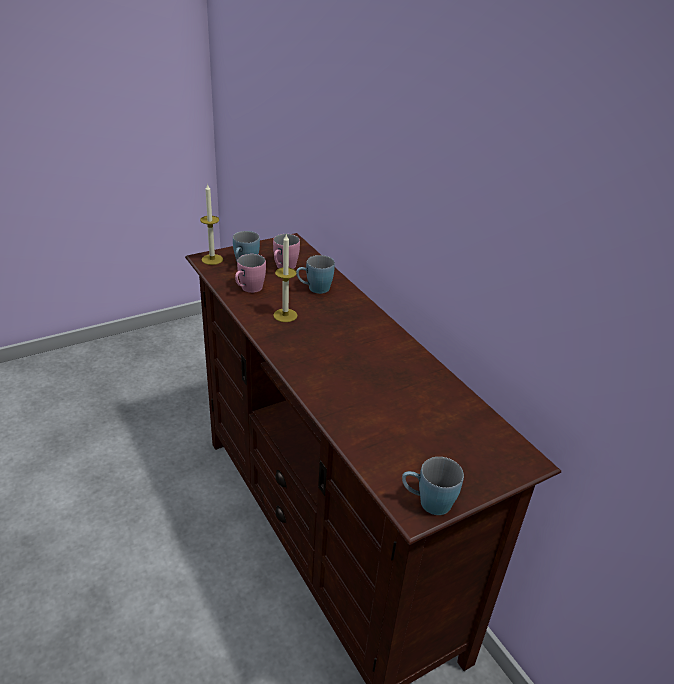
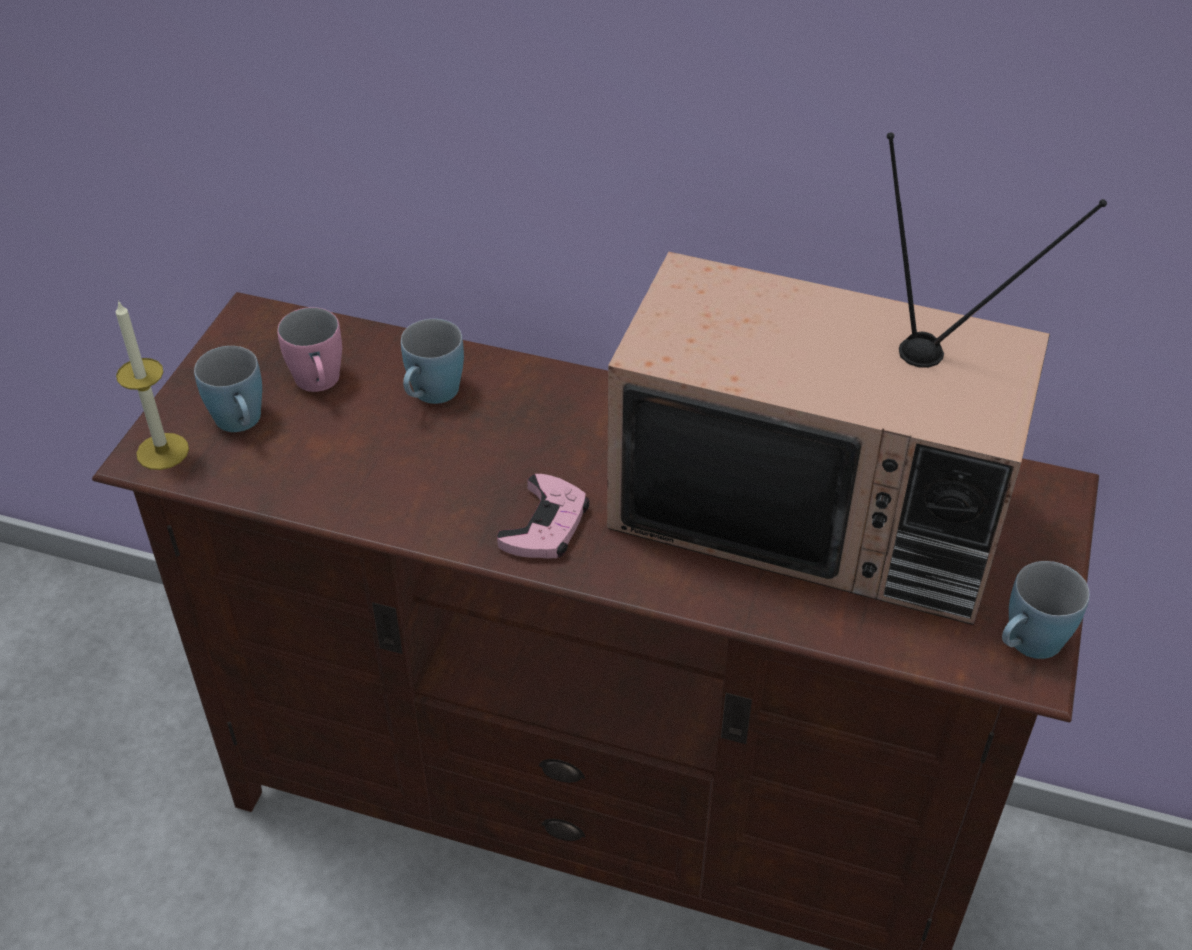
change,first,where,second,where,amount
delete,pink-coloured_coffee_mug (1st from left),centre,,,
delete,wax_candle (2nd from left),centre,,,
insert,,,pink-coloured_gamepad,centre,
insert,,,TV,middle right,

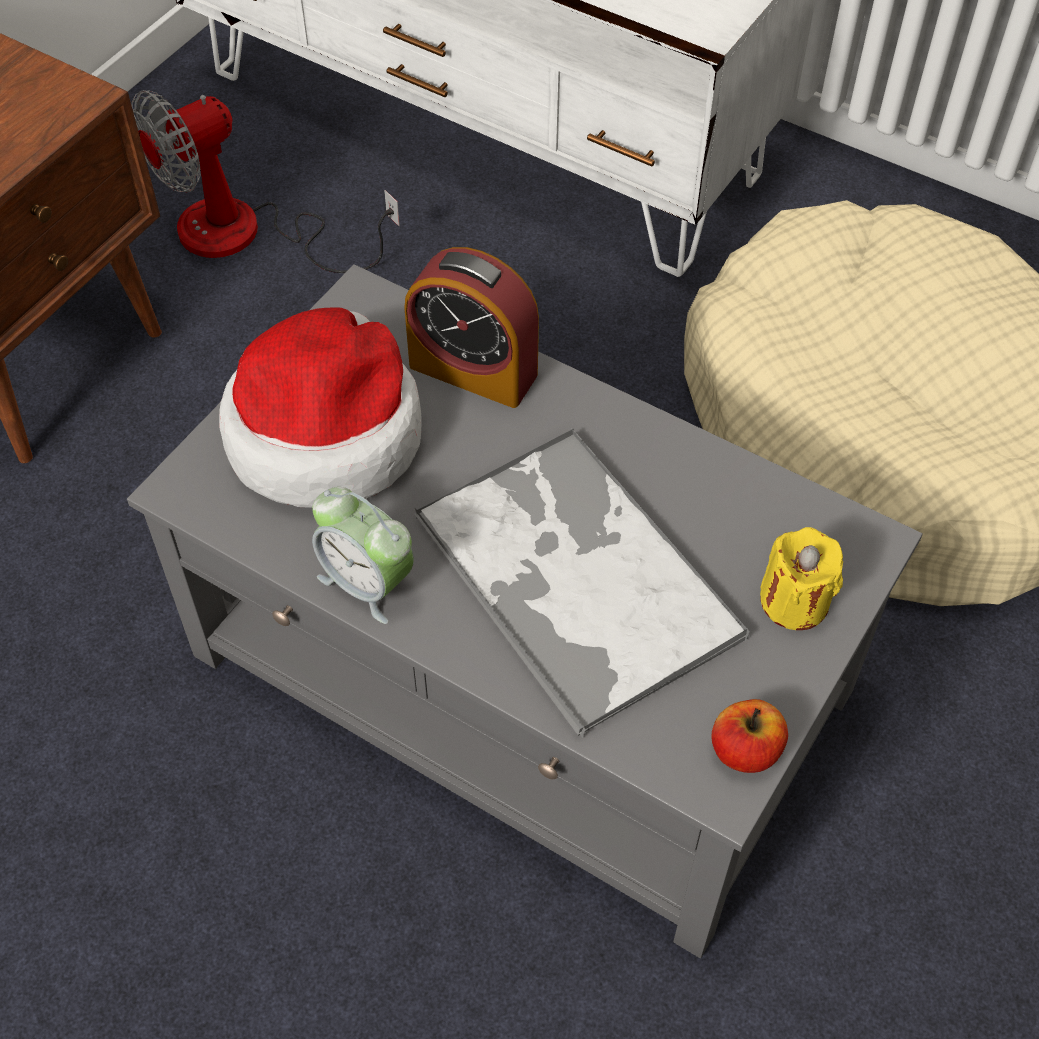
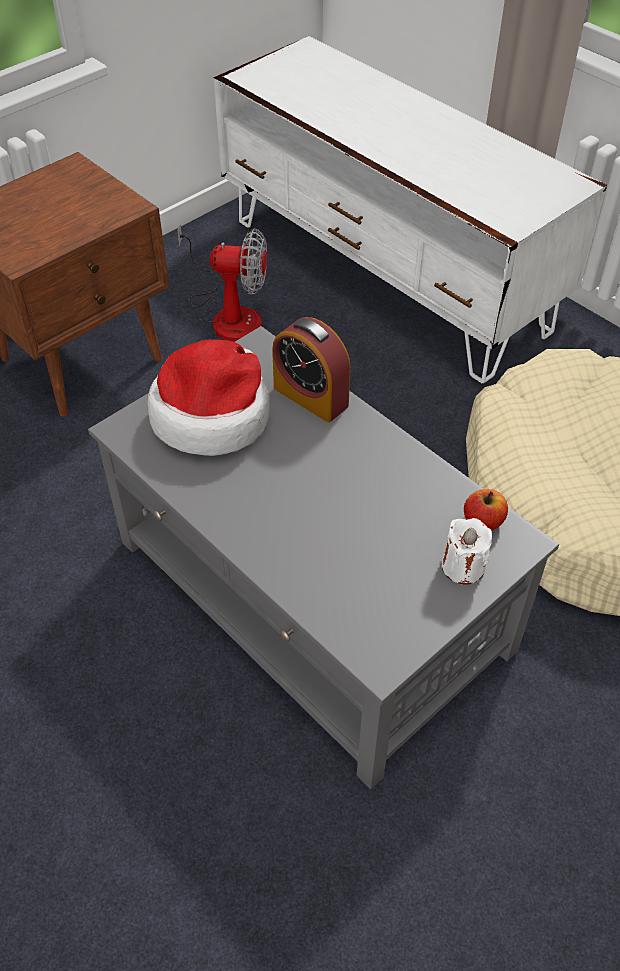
change,first,where,second,where,amount
delete,alarm_clock (1st from left),centre,,,
delete,serving_tray,centre,,,
move,apple,bottom right,,middle right,
recolor,yellowish_wax_candle,middle right,white_wax_candle,middle right,
rotate,fan,top left,,top centre,150 degrees counterclockwise

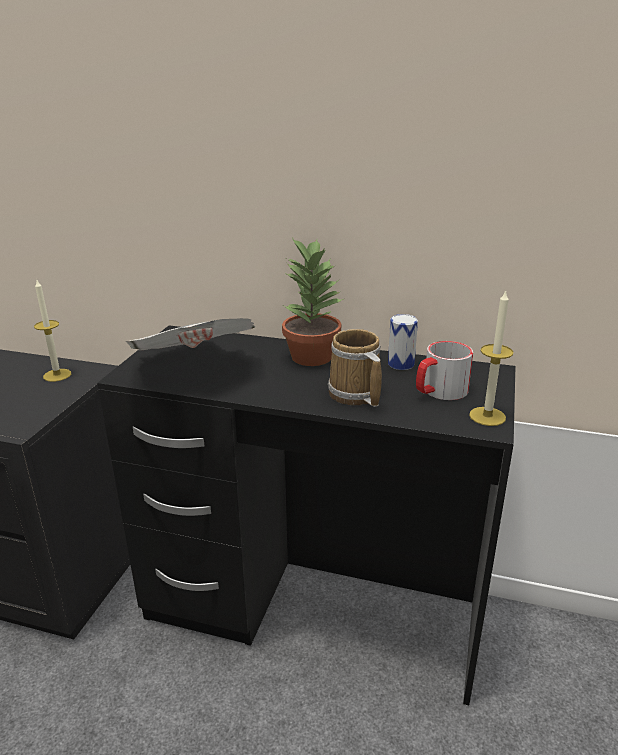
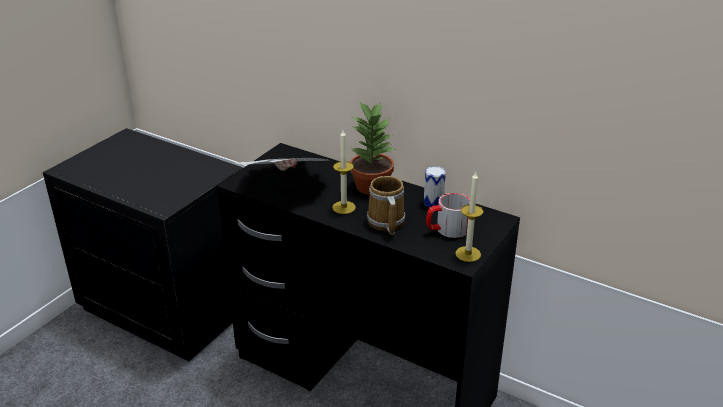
change,first,where,second,where,amount
move,wax_candle (1st from left),middle left,,centre,

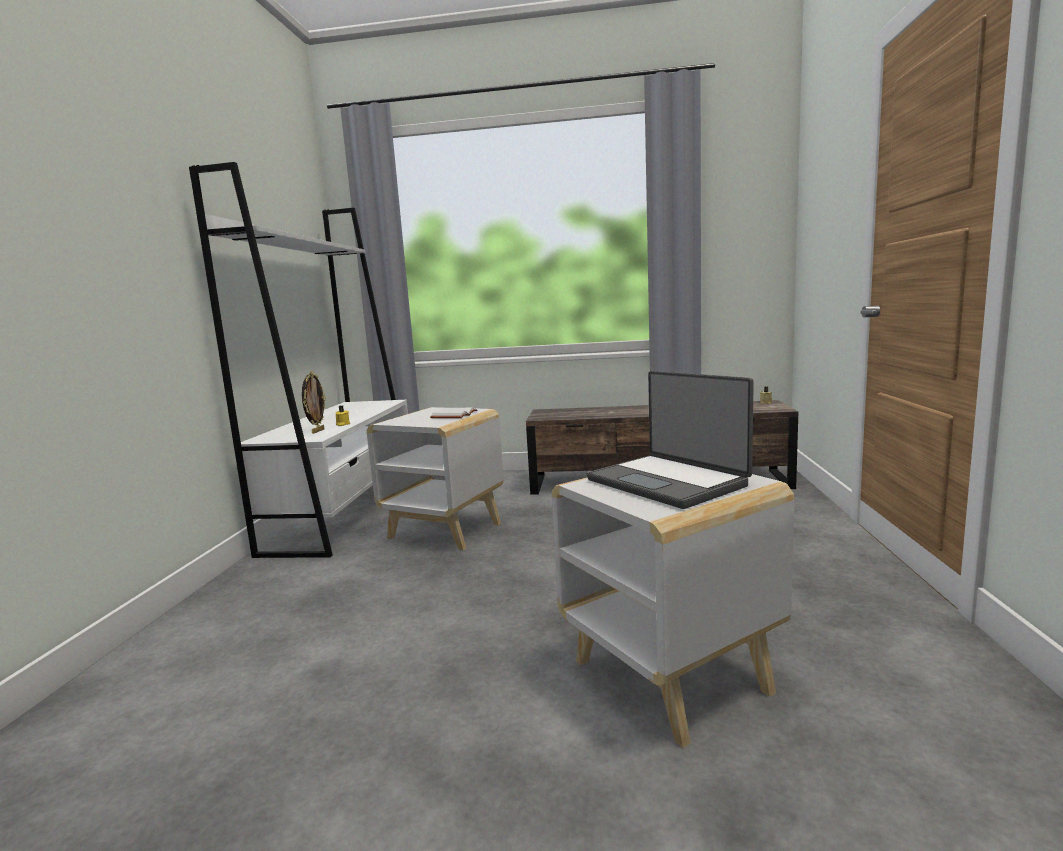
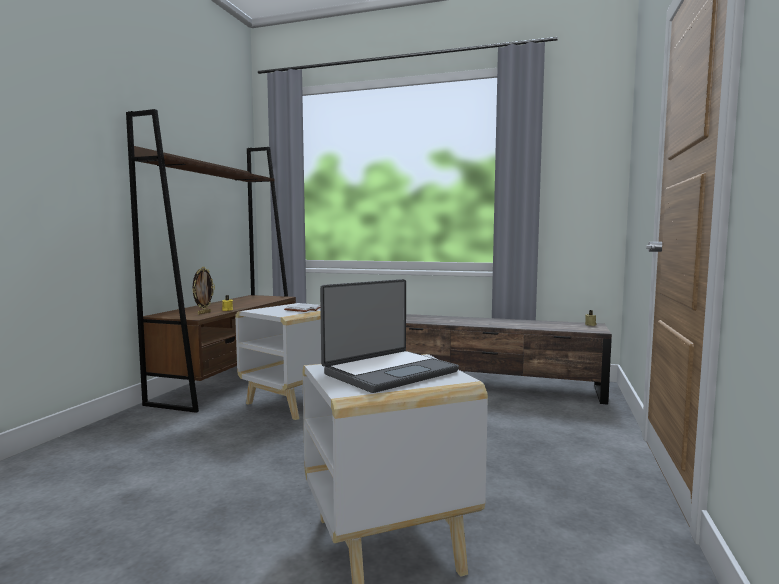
change,first,where,second,where,amount
recolor,white_shelving_unit,middle left,brown_shelving_unit,middle left,
rotate,notebook_computer,centre,,centre,105 degrees counterclockwise

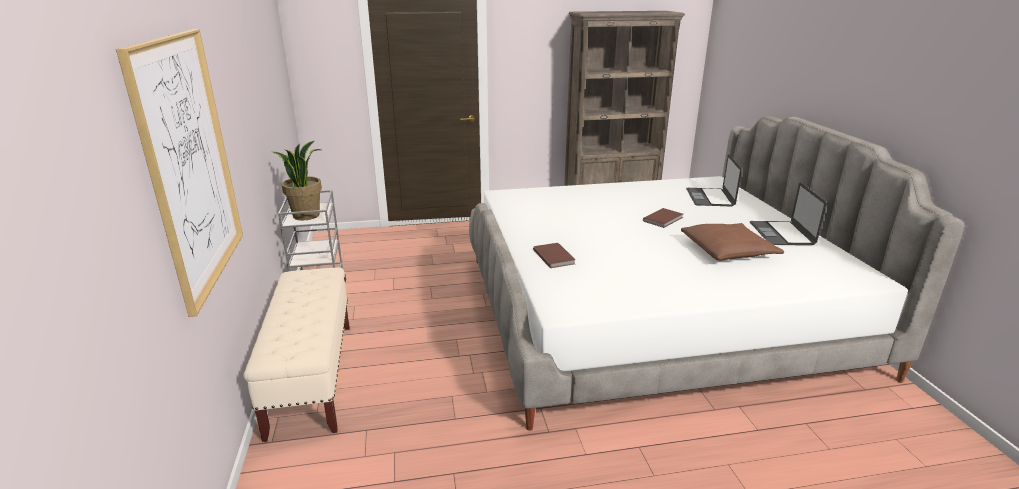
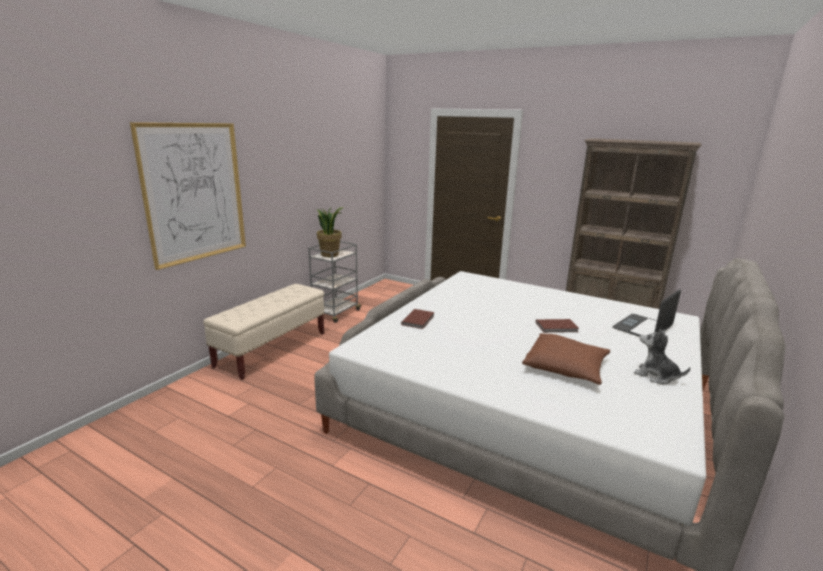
change,first,where,second,where,amount
replace,notebook_computer (2nd from left),middle right,soft_toy,middle right,

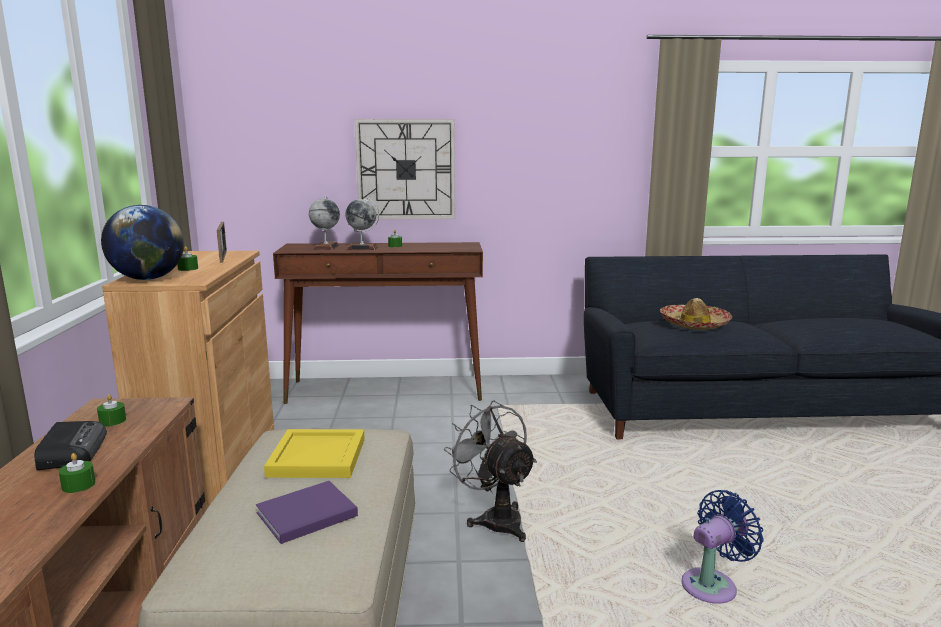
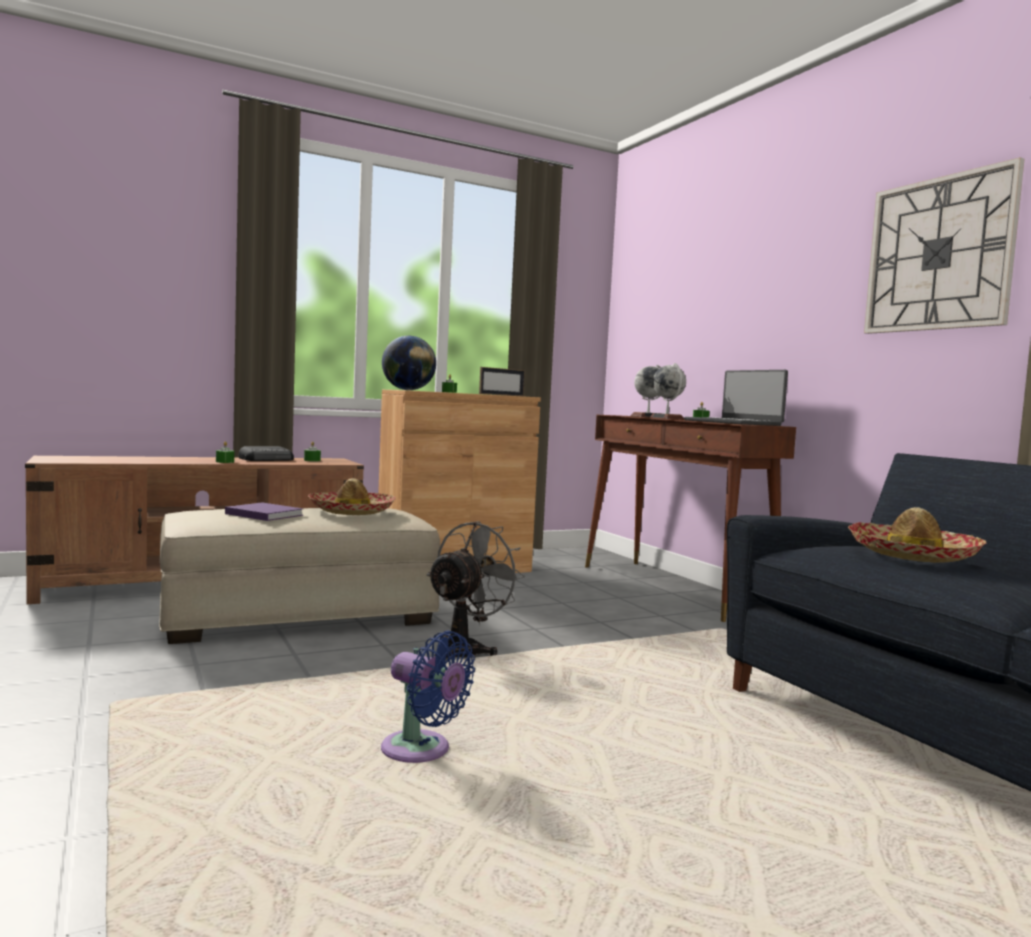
change,first,where,second,where,amount
insert,,,notebook_computer,middle right,
move,hanging_clock,top centre,,top right,
replace,yellowish_serving_tray,bottom centre,clothing_hat (1st from left),centre,

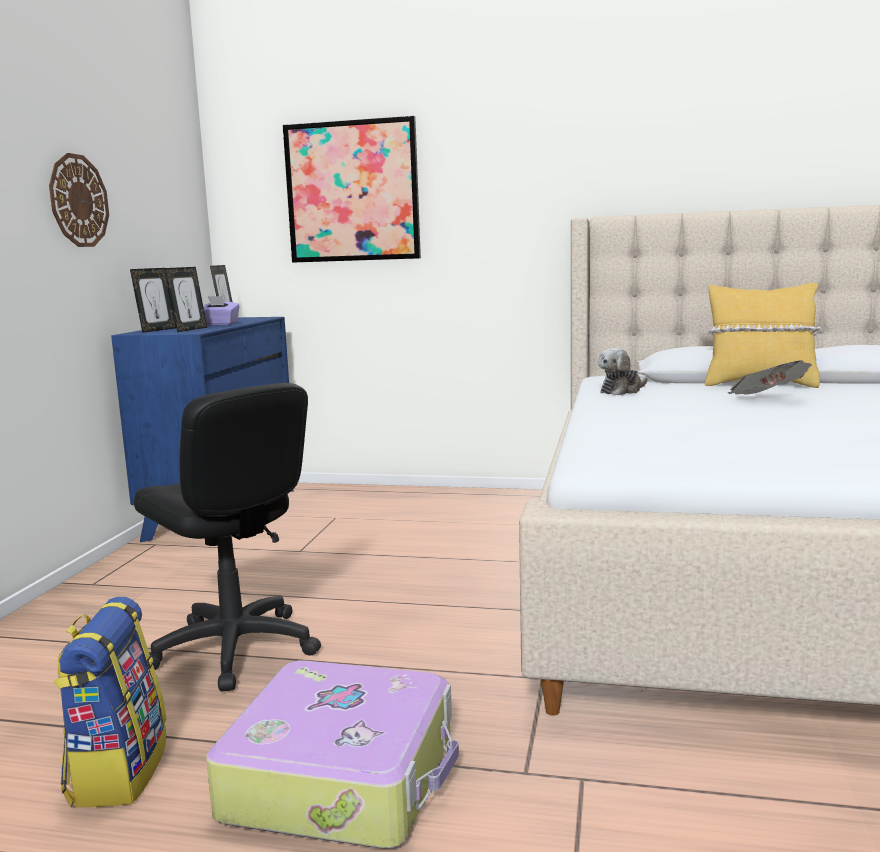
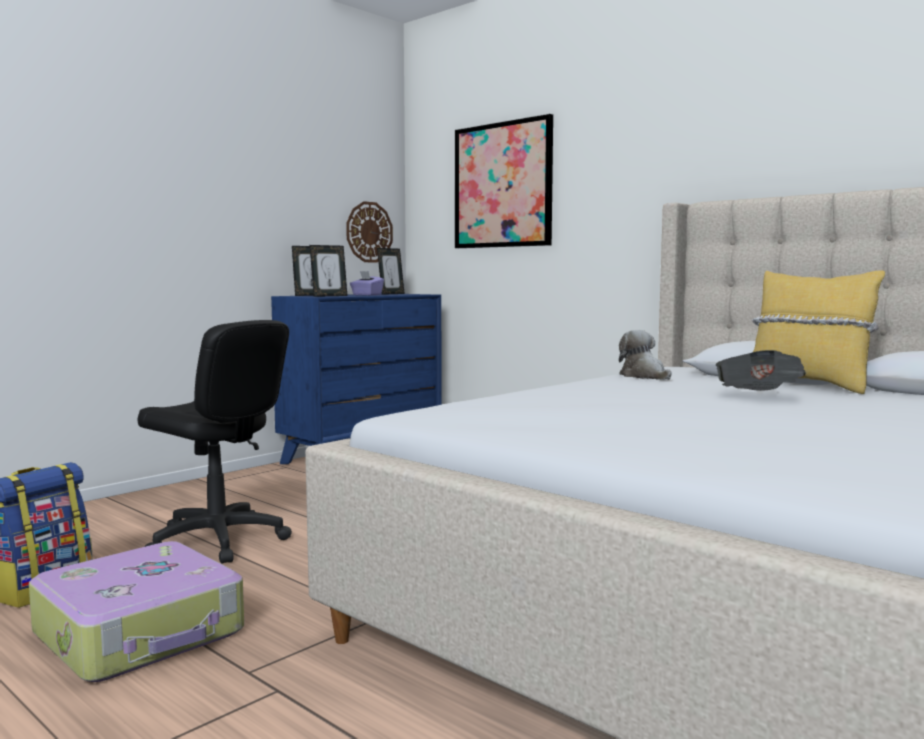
change,first,where,second,where,amount
move,hanging_clock,top left,,top centre,
rotate,blackish_computer_chair,middle left,,middle left,45 degrees counterclockwise
rotate,soft_toy,middle right,,middle right,75 degrees clockwise

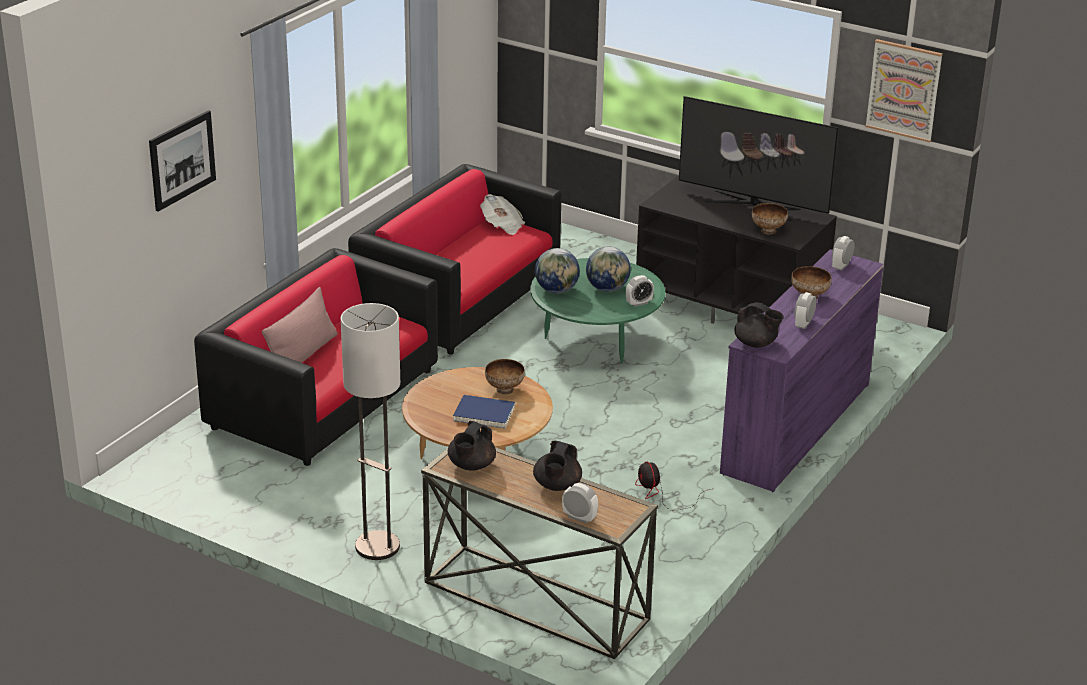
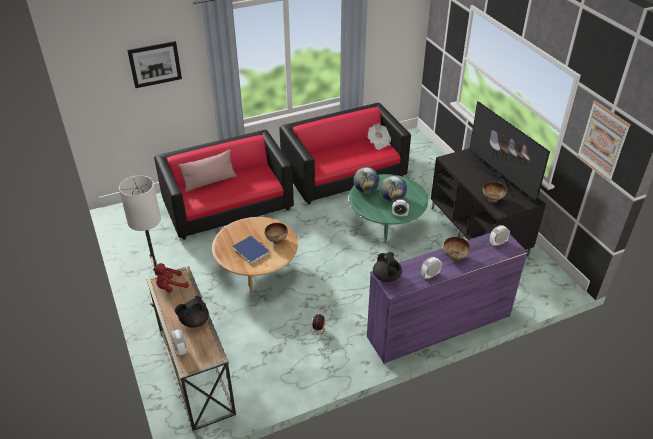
change,first,where,second,where,amount
replace,blackish_teapot (1st from left),centre,red_soft_toy,middle left,

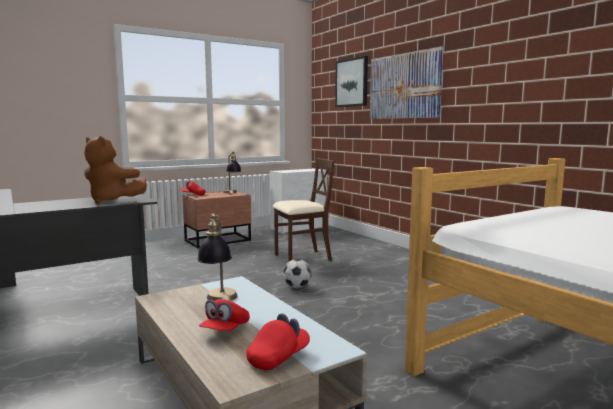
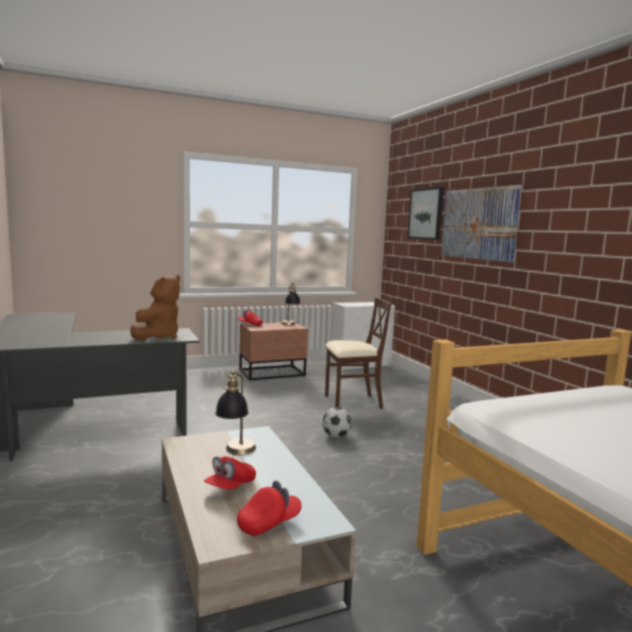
change,first,where,second,where,amount
rotate,brown_soft_toy,middle left,,middle left,105 degrees counterclockwise

